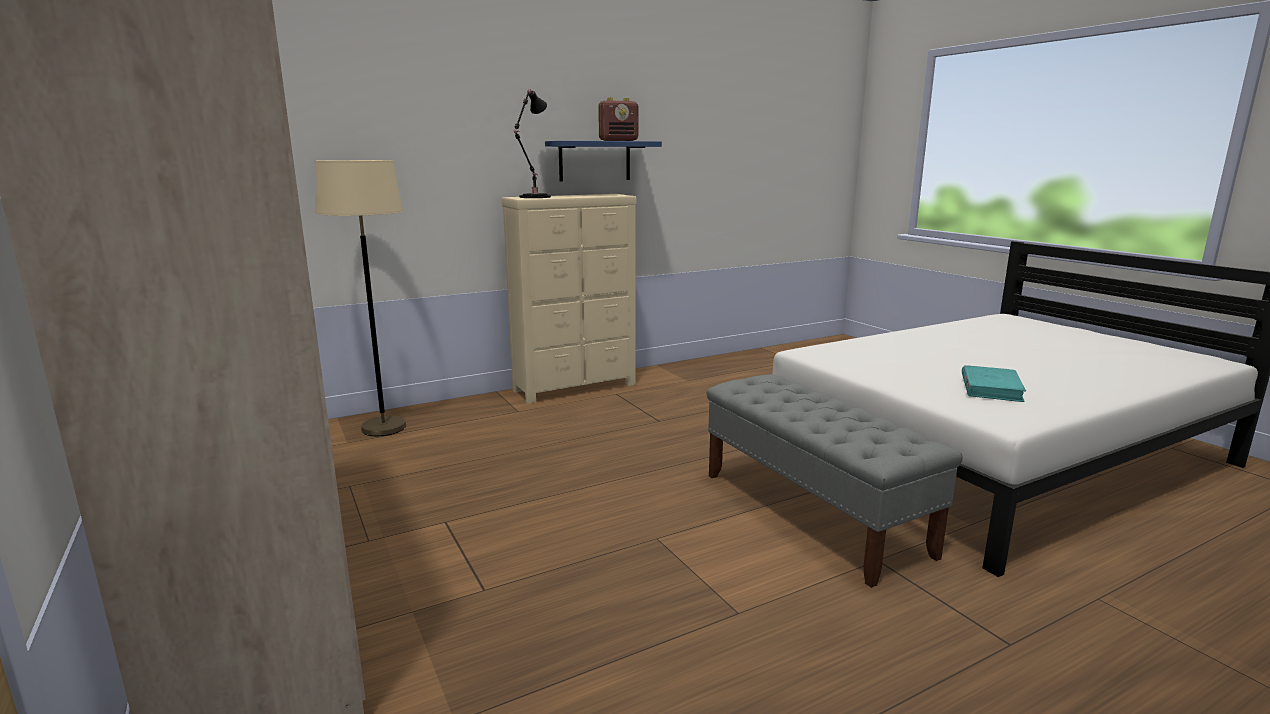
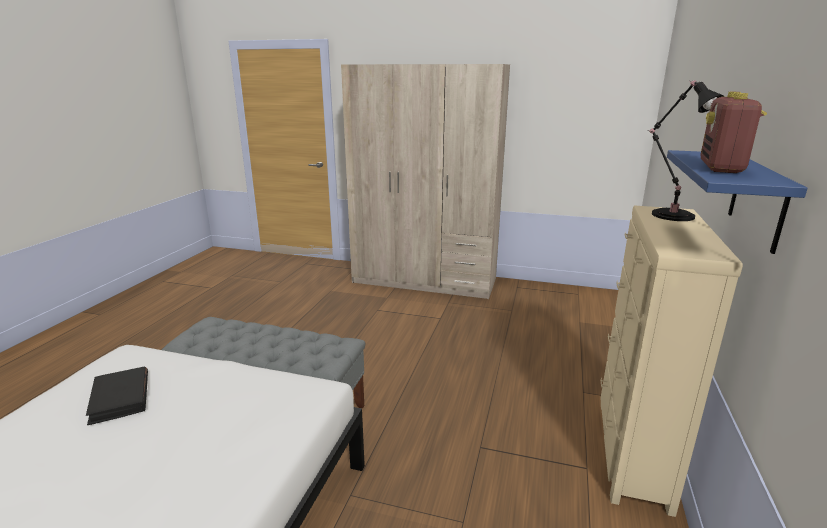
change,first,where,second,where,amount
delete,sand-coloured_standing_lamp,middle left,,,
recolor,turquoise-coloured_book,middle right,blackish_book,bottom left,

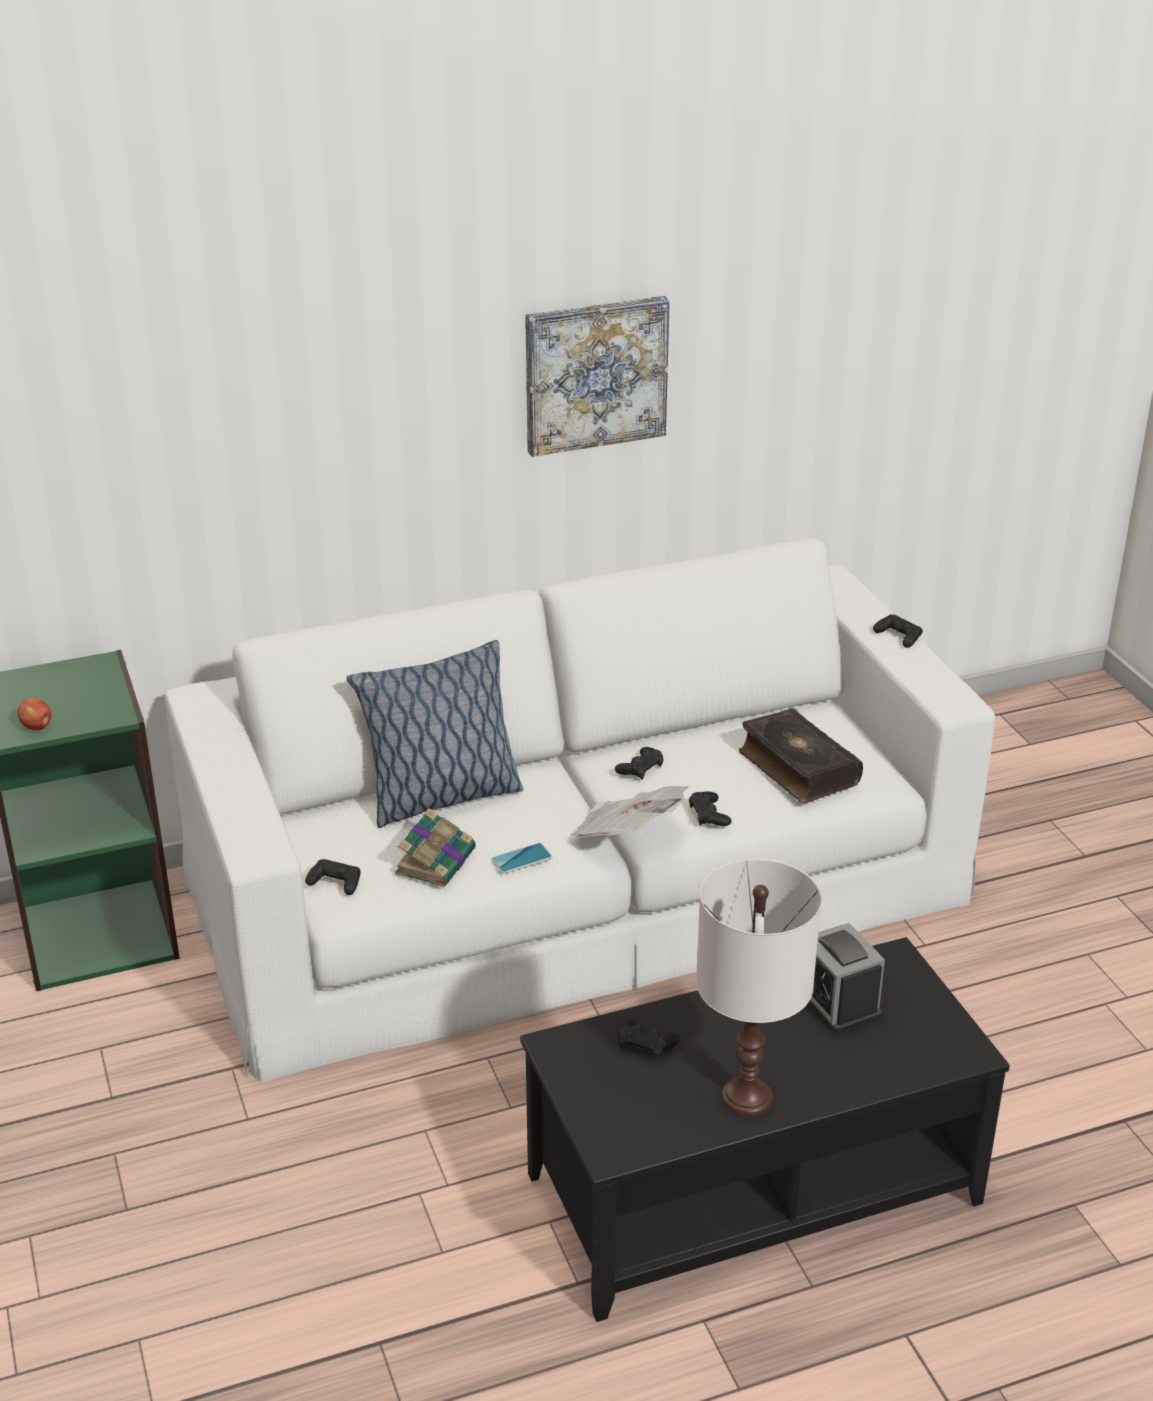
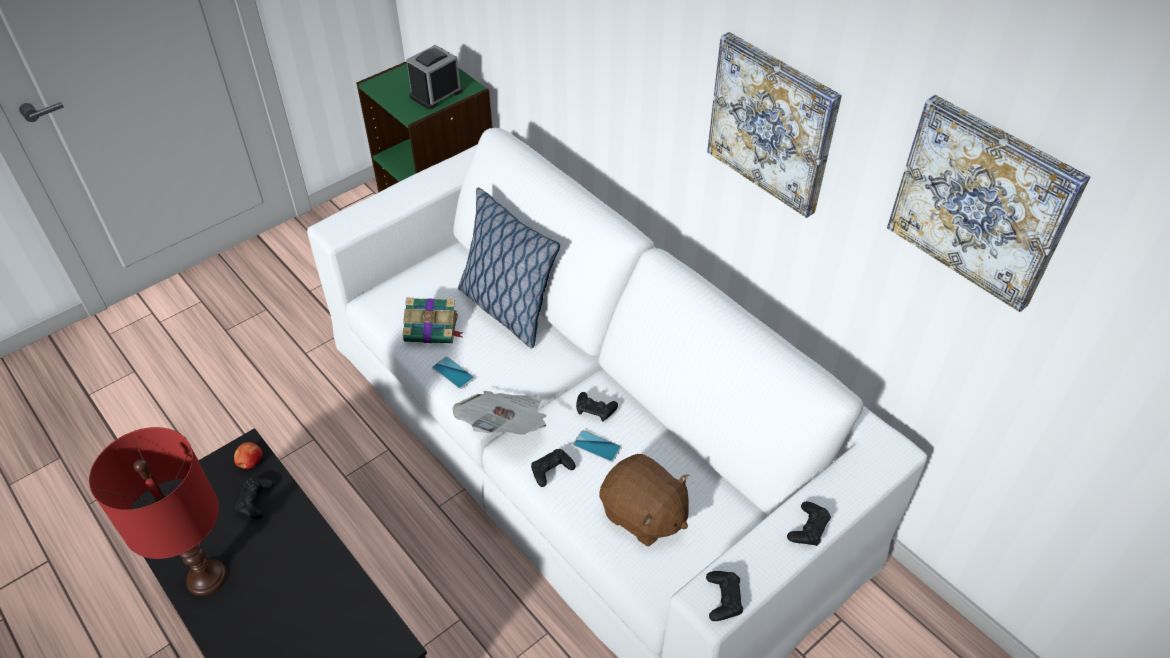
change,first,where,second,where,amount
insert,,,telephone (2nd from left),bottom centre,
insert,,,wall_picture (2nd from left),top right,
move,apple,middle left,,bottom left,
move,blackish_gamepad (1st from left in the first image),middle left,blackish_gamepad (4th from left),bottom centre,
move,alarm_clock,bottom right,,top centre,
replace,book (2nd from left),middle right,brown_soft_toy,bottom centre,
recolor,white_lamp_for_a_table,bottom centre,red_lamp_for_a_table,bottom left,

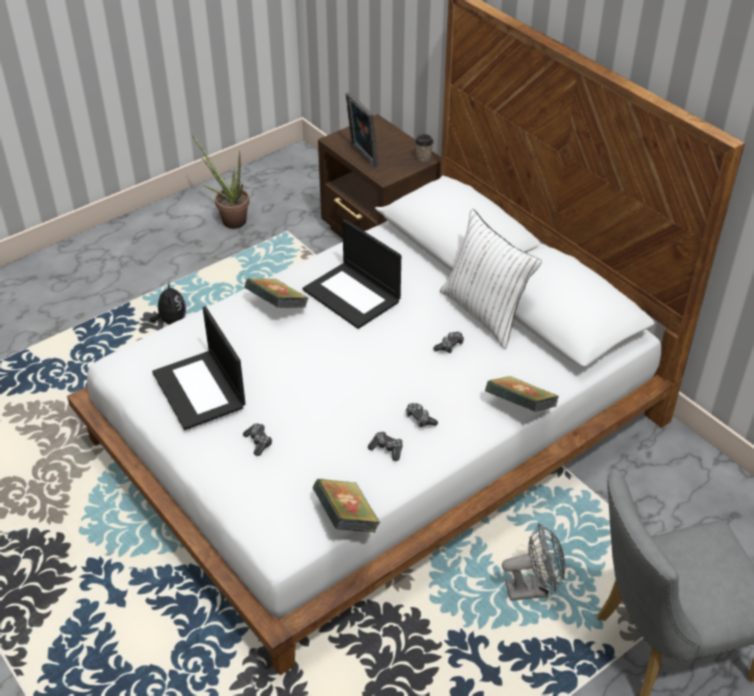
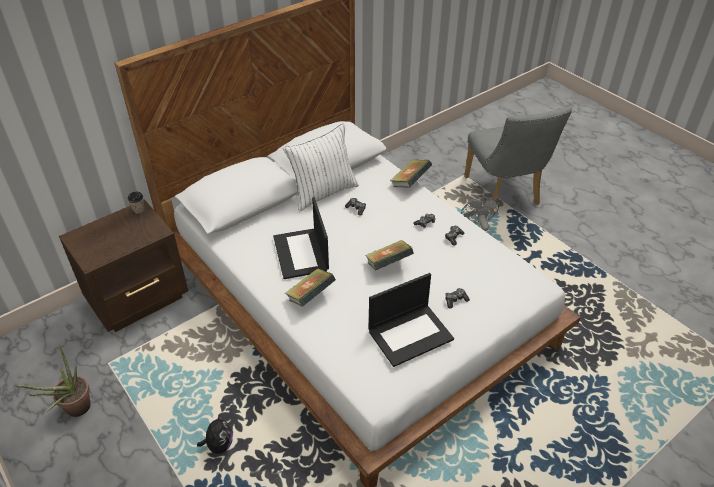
change,first,where,second,where,amount
delete,picture_frame,top centre,,,
move,book (2nd from left),bottom centre,,centre,
rotate,soft_toy,middle left,,bottom left,105 degrees clockwise
rotate,notebook_computer (2nd from left in the first image),centre,notebook_computer (1st from left),centre,120 degrees clockwise

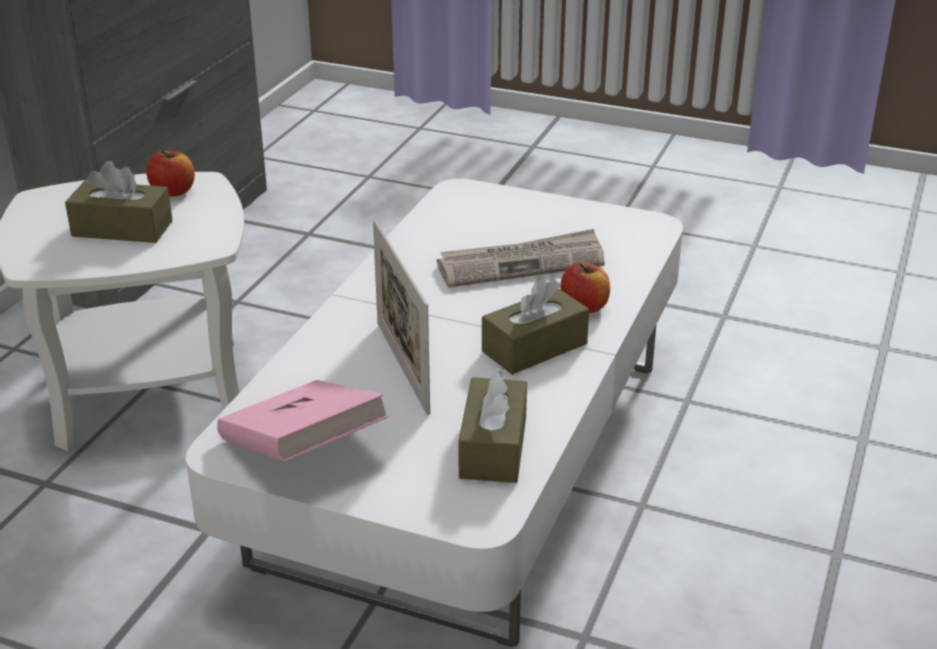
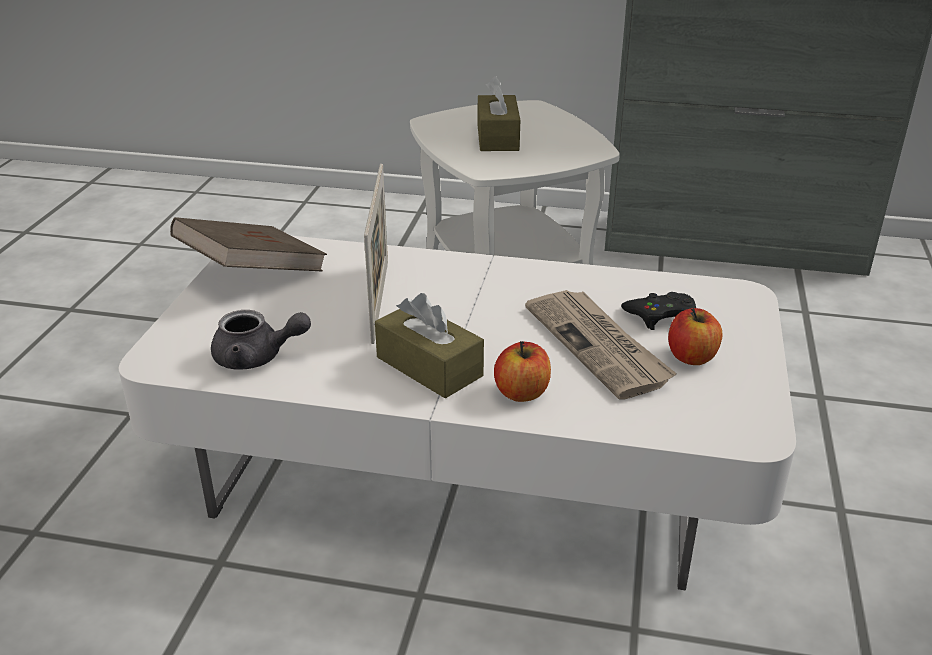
change,first,where,second,where,amount
insert,,,blackish_gamepad,middle right,
move,apple (1st from left in the first image),top left,apple (2nd from left),middle right,
replace,brown_tissue_holder (2nd from left),centre,greyish_teapot,middle left,
recolor,pink-coloured_book,middle left,brown_book,middle left,
rotate,picture_frame,centre,,centre,120 degrees clockwise

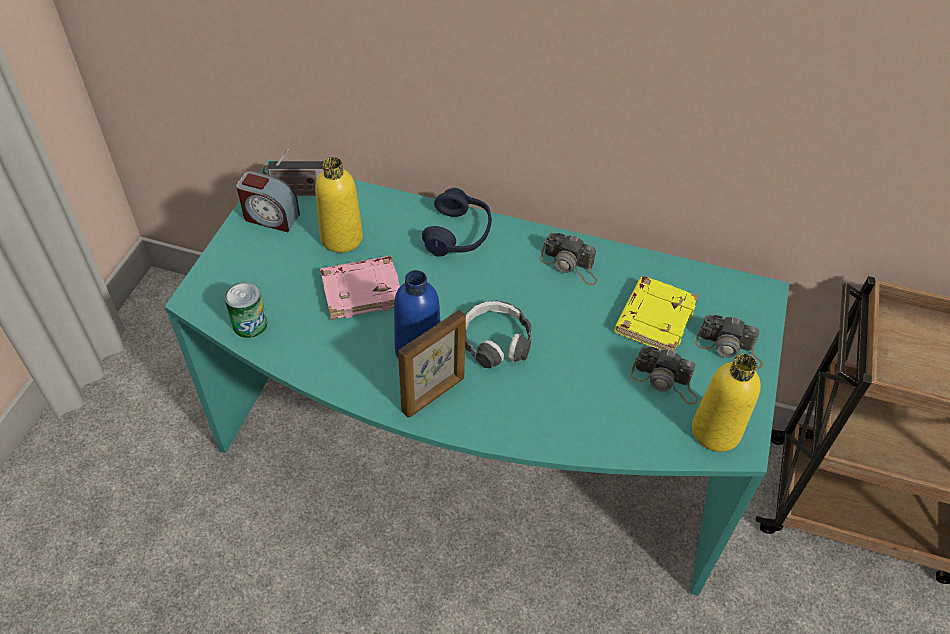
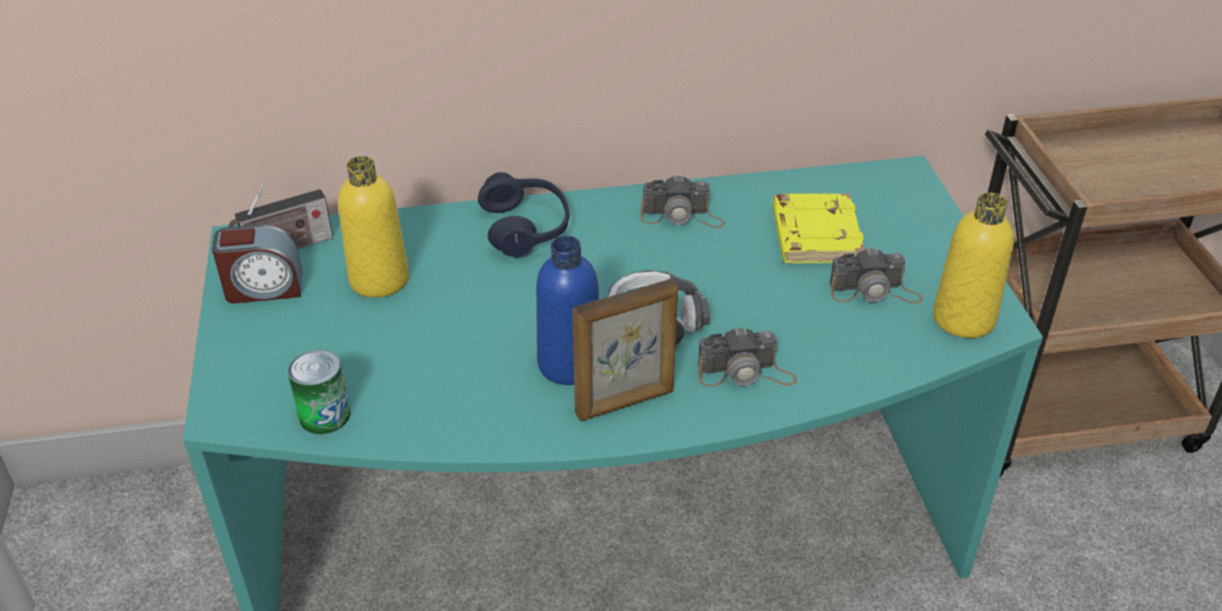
change,first,where,second,where,amount
delete,pink-coloured_book,centre,,,
move,still_camera (3rd from left in the first image),middle right,still_camera (2nd from left),centre,
rotate,picture_frame,centre,,centre,45 degrees clockwise

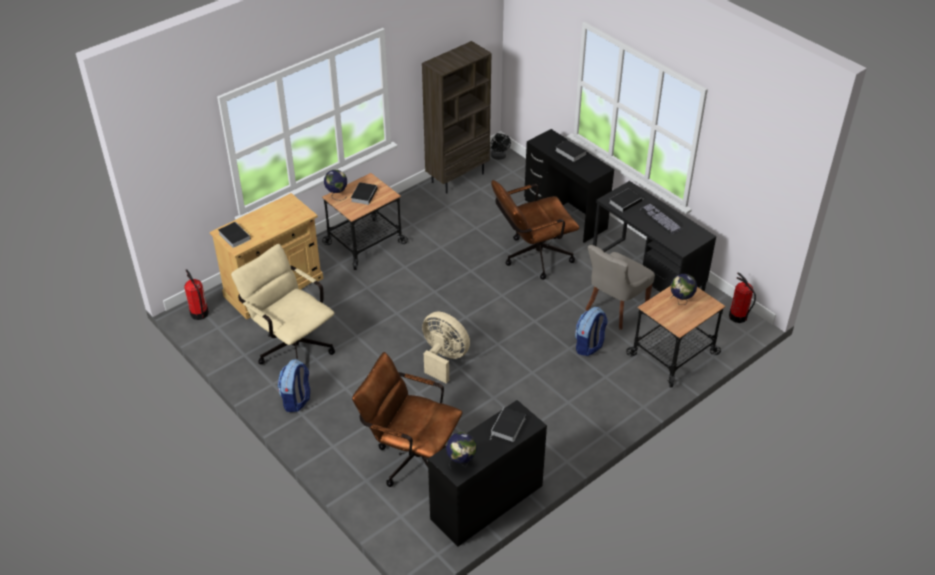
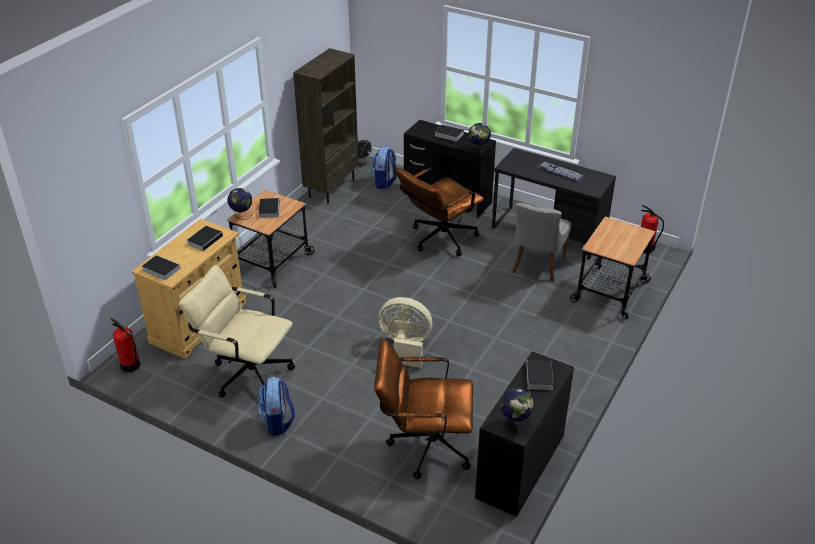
change,first,where,second,where,amount
move,backpack (2nd from left),centre,,top centre,
move,book (5th from left in the first image),middle right,book (2nd from left),middle left,
move,globe (3rd from left in the first image),middle right,globe (2nd from left),top centre,

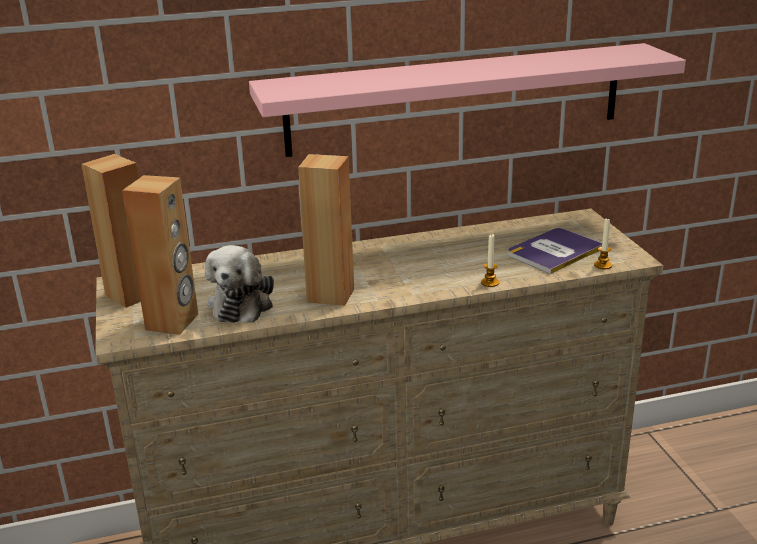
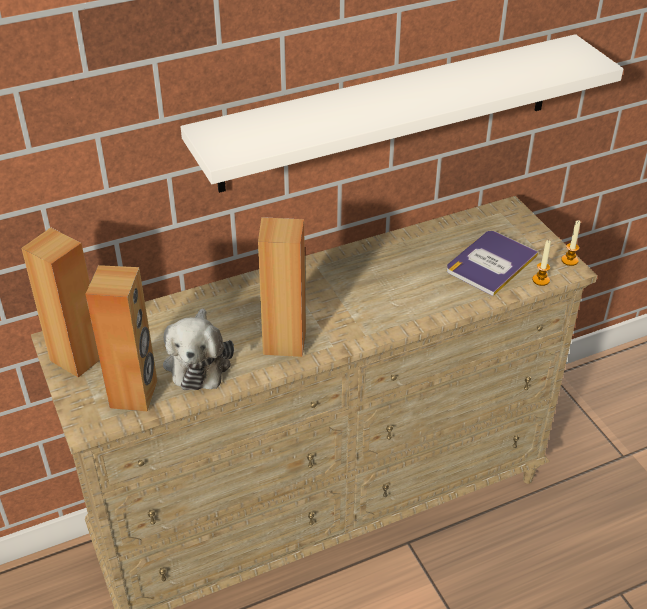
change,first,where,second,where,amount
move,wax_candle (1st from left in the first image),centre,wax_candle (2nd from left),middle right,
recolor,pink-coloured_wall_shelf,top centre,white_wall_shelf,top centre,

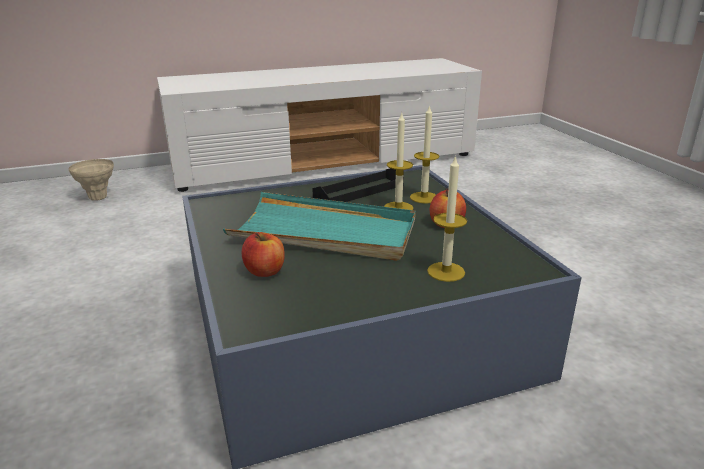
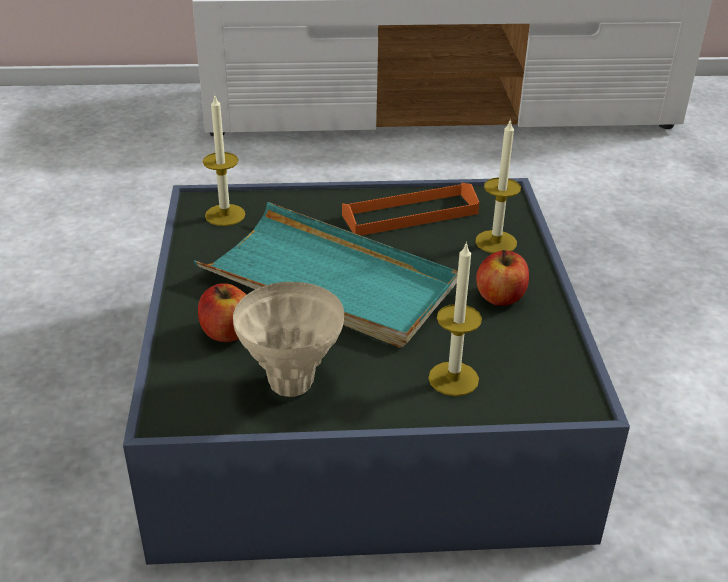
change,first,where,second,where,amount
move,sand-coloured_vase,middle left,,centre,
move,wax_candle (1st from left),centre,,top left,
recolor,blackish_serving_tray,centre,orange_serving_tray,centre,

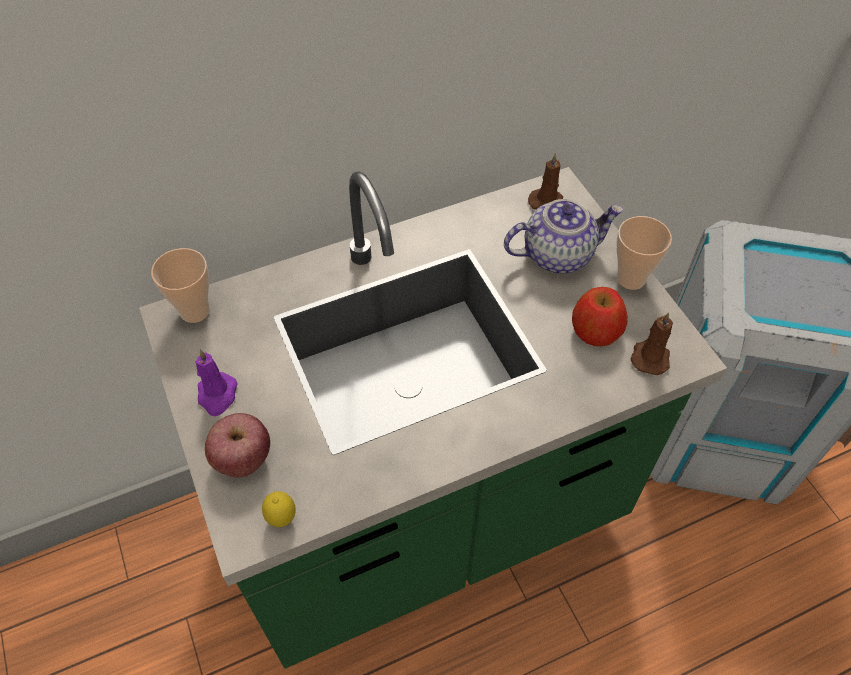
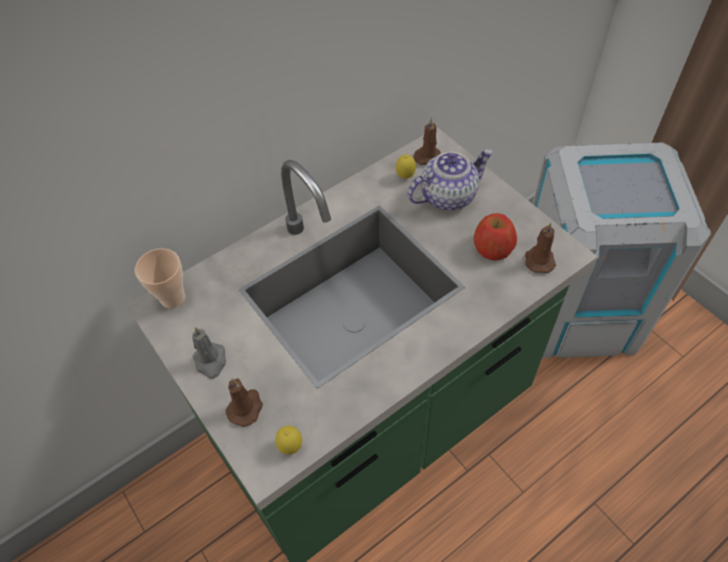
change,first,where,second,where,amount
delete,cup (2nd from left),middle right,,,
insert,,,citrus_fruit (2nd from left),top centre,
replace,apple (1st from left),middle left,brown_wax_candle (1st from left),bottom centre,
recolor,purplish_wax_candle,middle left,greyish_wax_candle,middle left,

